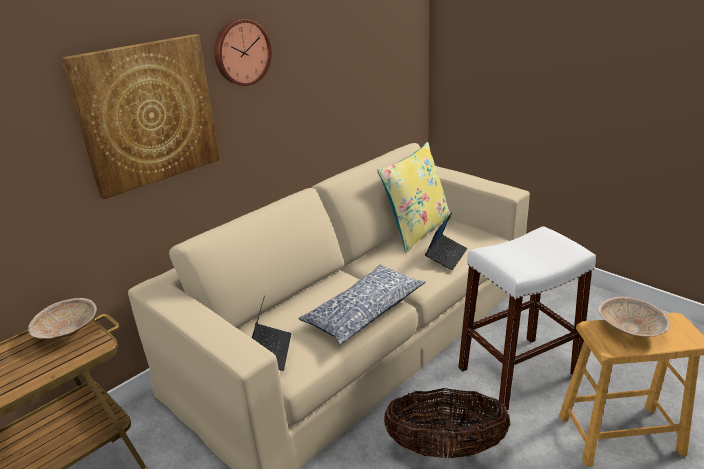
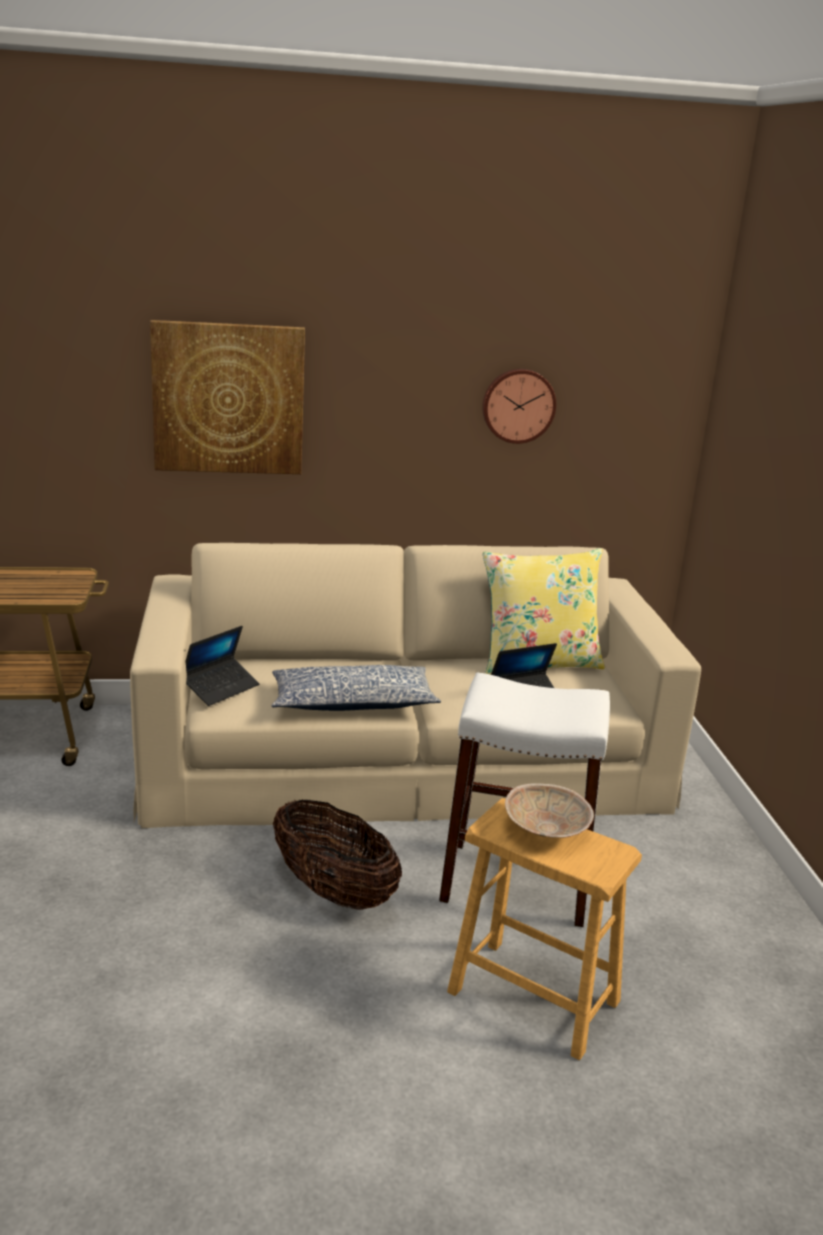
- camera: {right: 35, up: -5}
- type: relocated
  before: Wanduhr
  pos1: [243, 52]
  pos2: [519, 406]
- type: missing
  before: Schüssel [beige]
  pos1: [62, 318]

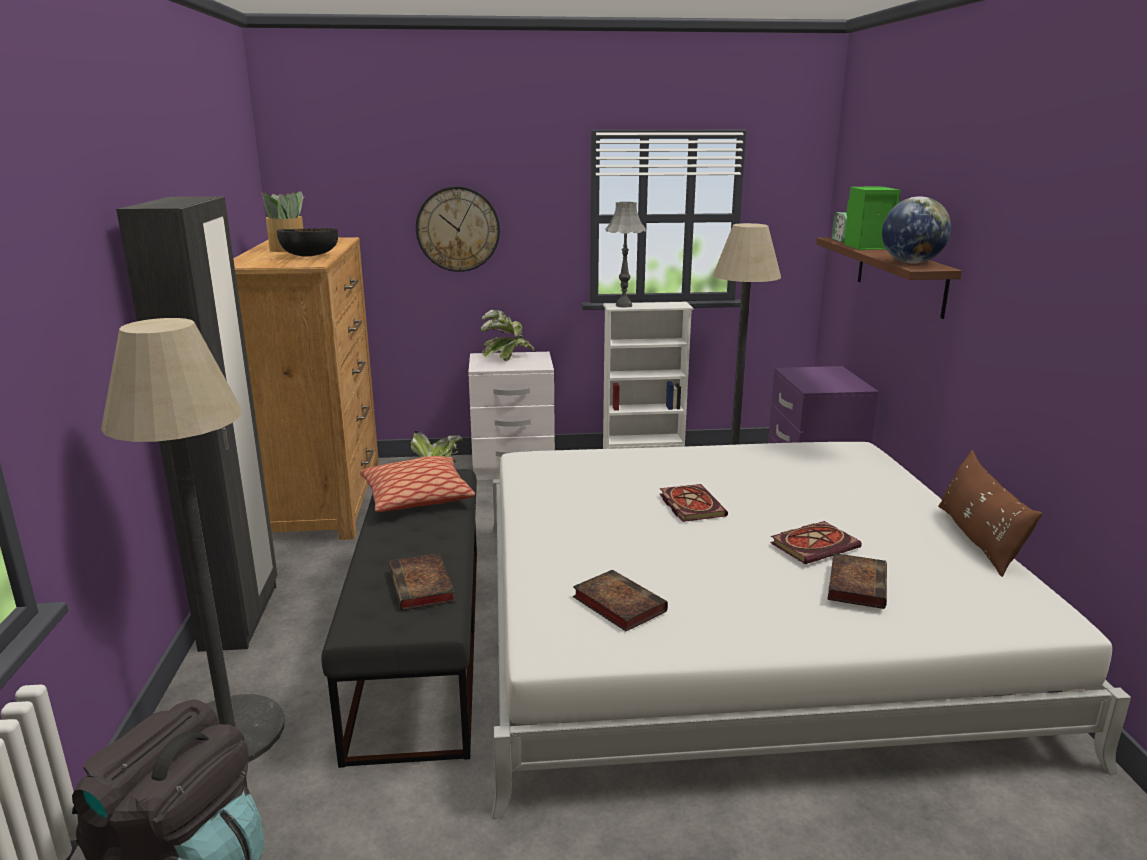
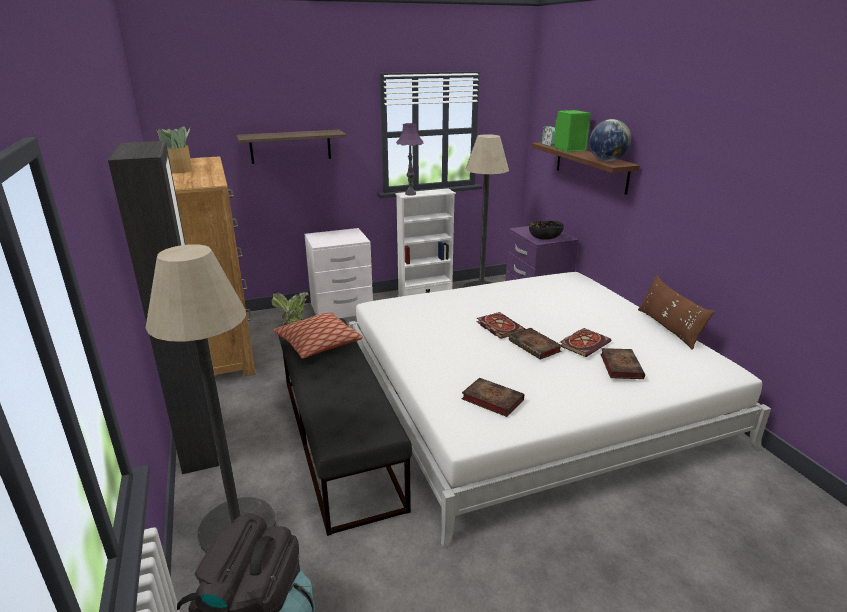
- camera: {right: -15, up: 5}
- type: exchanged
  before: Wanduhr
  after: Wandregal
  pos1: [458, 229]
  pos2: [292, 147]
- type: colour
  before: Tischlampe [grau]
  after: Tischlampe [lila]
  pos1: [626, 255]
  pos2: [409, 159]
- type: relocated
  before: Buch
  pos1: [422, 582]
  pos2: [535, 344]
- type: relocated
  before: Schüssel [schwarz]
  pos1: [307, 242]
  pos2: [546, 230]
- type: missing
  before: Topfpflanze
  pos1: [507, 335]

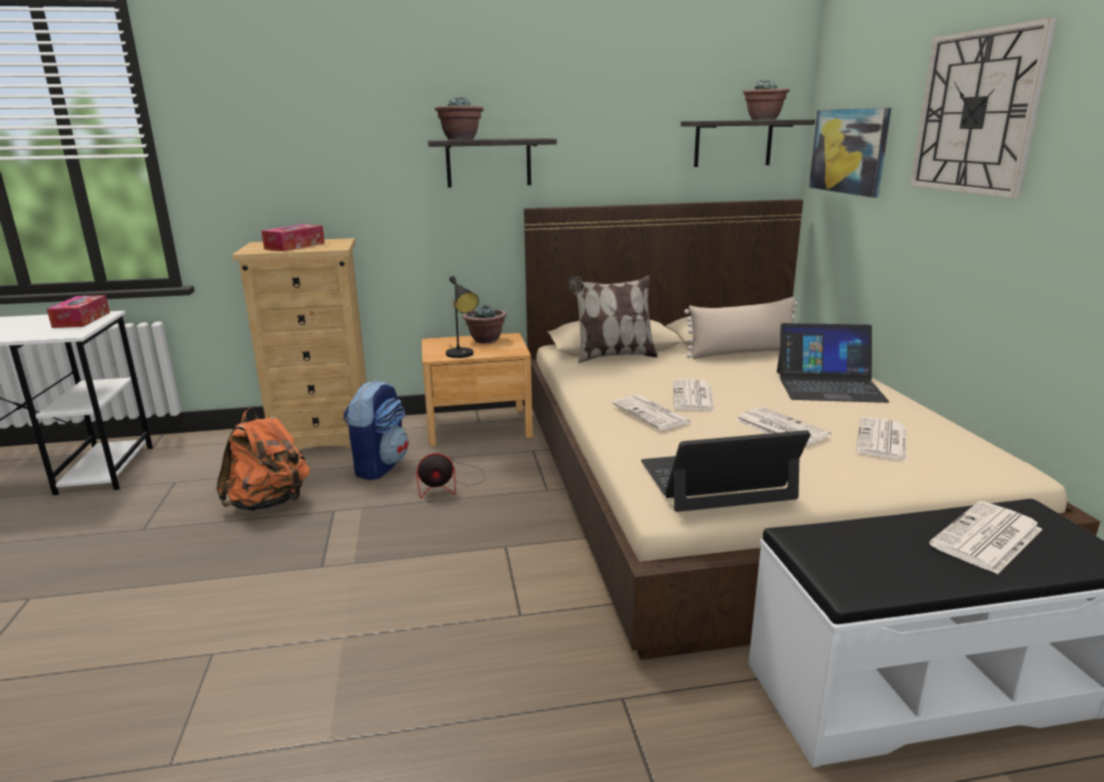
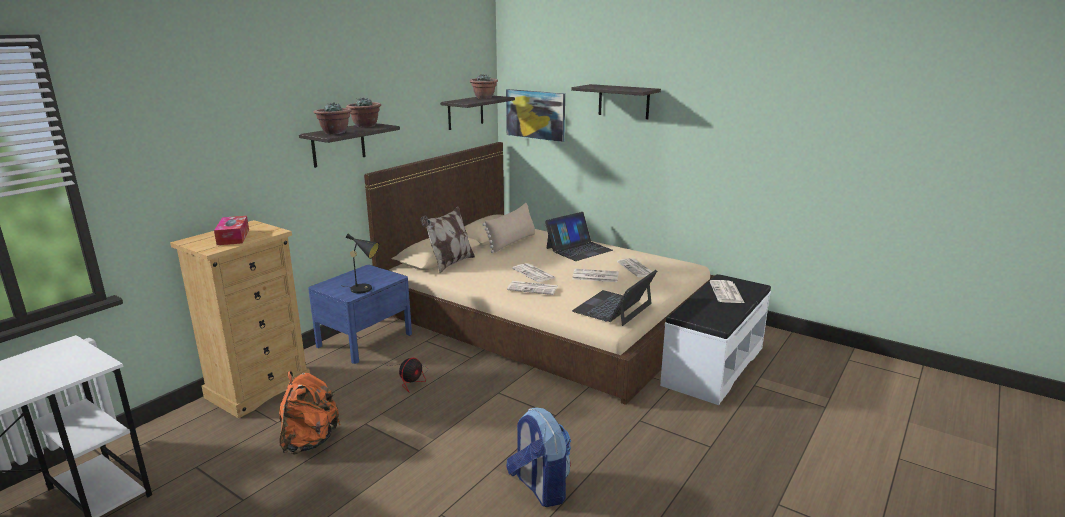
- camera: {right: -45, up: 0}
- type: colour
  before: Nachttisch [braun]
  after: Nachttisch [blau]
  pos1: [477, 389]
  pos2: [360, 314]
- type: relocated
  before: Topfpflanze
  pos1: [485, 324]
  pos2: [363, 112]
- type: relocated
  before: Rucksack
  pos1: [376, 430]
  pos2: [539, 457]
- type: exchanged
  before: Wanduhr
  after: Wandregal
  pos1: [983, 108]
  pos2: [616, 101]
- type: missing
  before: Taschentuchbox
  pos1: [78, 311]

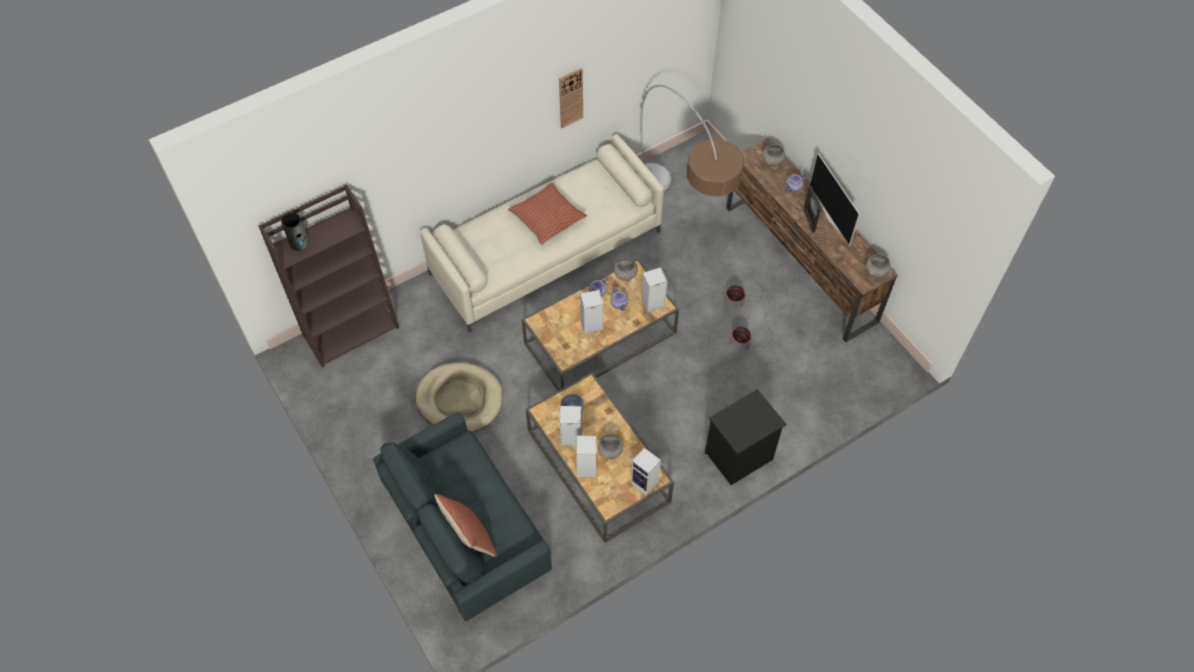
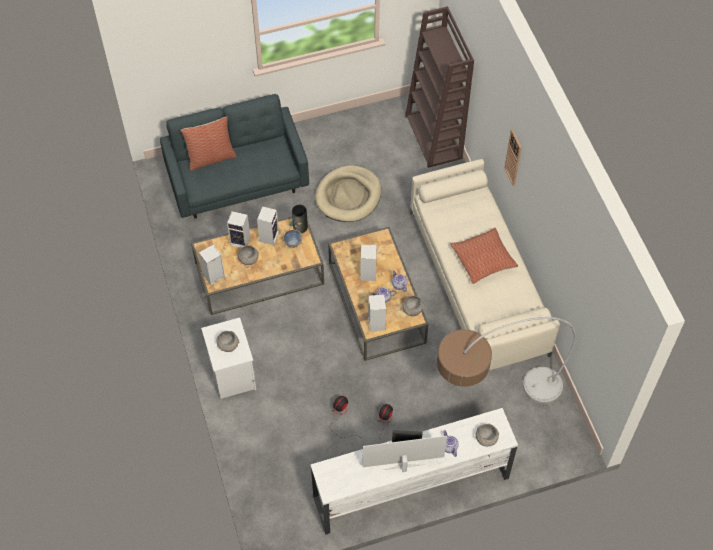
- camera: {right: 105, up: 0}
- type: colour
  before: Nachttisch [schwarz]
  after: Nachttisch [weiß]
  pos1: [745, 437]
  pos2: [228, 358]
- type: relocated
  before: Schüssel [grau]
  pos1: [878, 266]
  pos2: [228, 341]
- type: relocated
  before: Vase
  pos1: [295, 232]
  pos2: [299, 219]
- type: colour
  before: Fernsehschrank [braun]
  after: Fernsehschrank [weiß]
  pos1: [812, 240]
  pos2: [414, 471]
- type: relocated
  before: Wanduhr
  pos1: [571, 98]
  pos2: [513, 158]

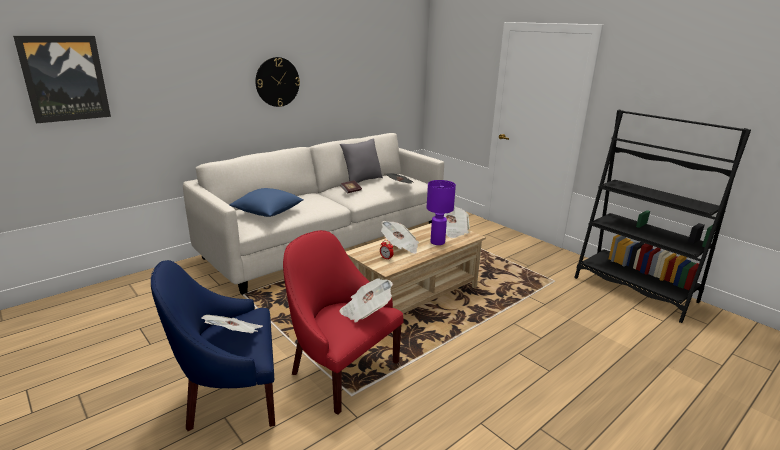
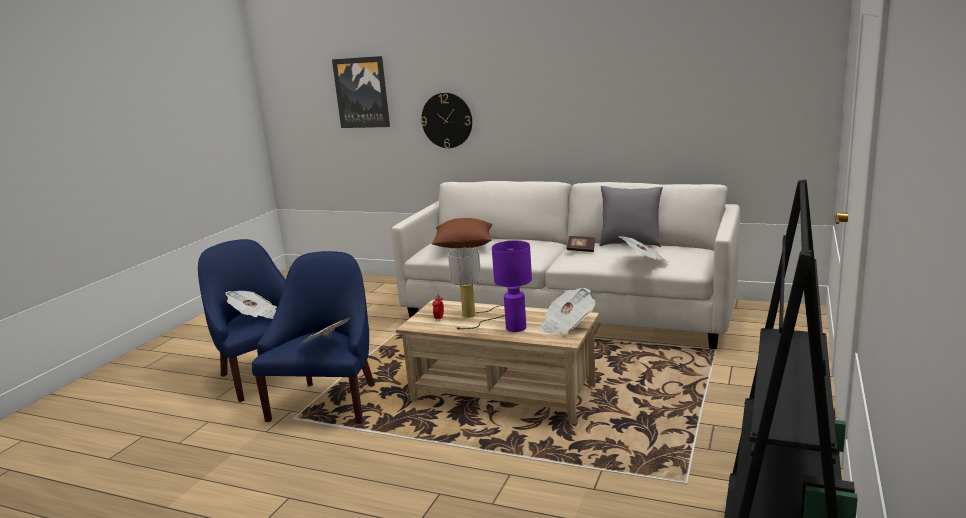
- camera: {right: 65, up: -5}
- type: colour
  before: Sessel [rot]
  after: Sessel [blau]
  pos1: [343, 322]
  pos2: [313, 337]
- type: relocated
  before: Wanduhr
  pos1: [278, 82]
  pos2: [446, 120]
- type: colour
  before: Kissen [blau]
  after: Kissen [braun]
  pos1: [267, 202]
  pos2: [462, 233]
- type: exchanged
  before: Zeitung
  after: Tischlampe
  pos1: [400, 237]
  pos2: [476, 289]

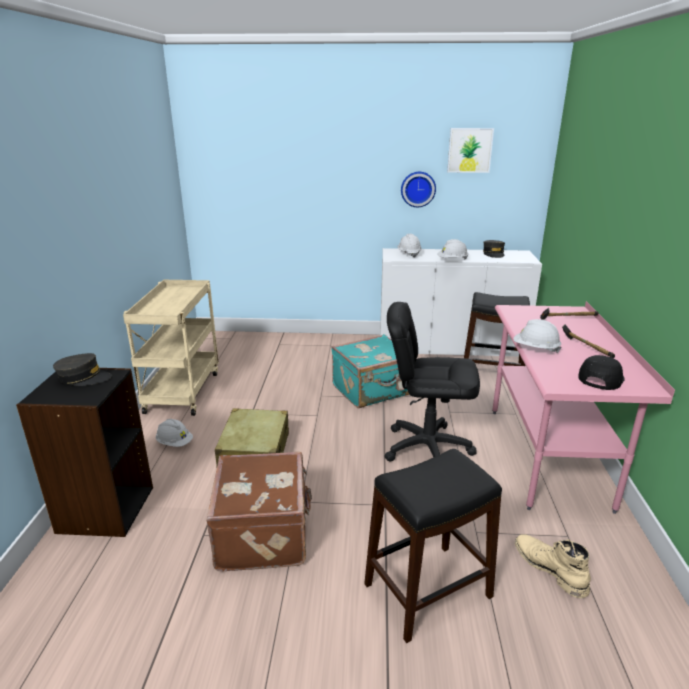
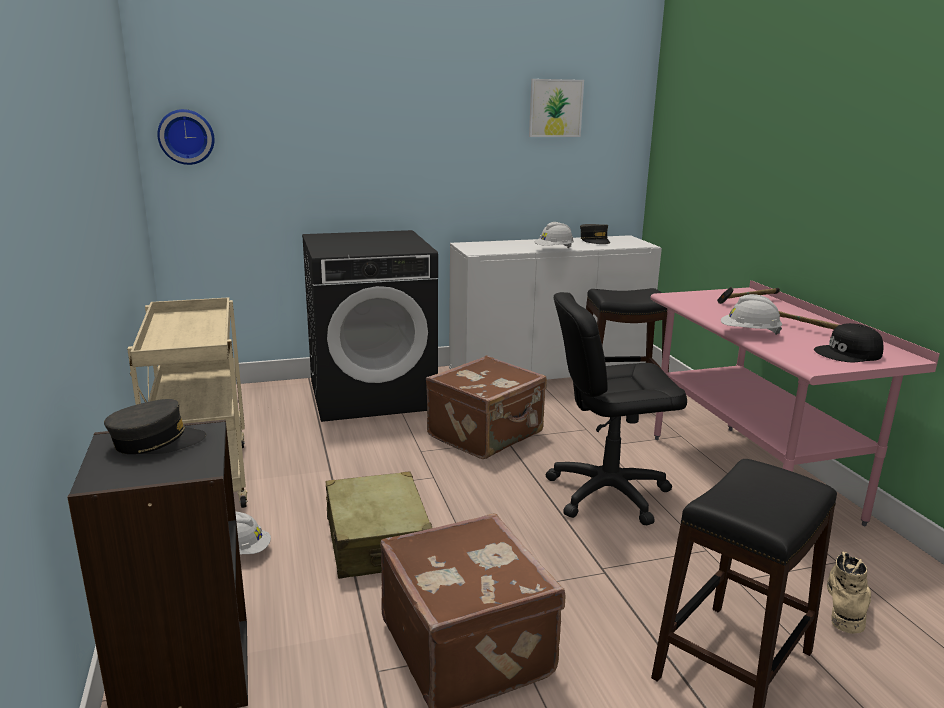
- camera: {right: -20, up: -5}
- type: relocated
  before: Wanduhr
  pos1: [418, 189]
  pos2: [185, 137]
- type: appeared
  after: Waschmaschine [schwarz]
  pos2: [370, 326]
- type: colour
  before: Koffer [türkis]
  after: Koffer [braun]
  pos1: [370, 371]
  pos2: [486, 407]
- type: spun
  before: Kappe [schwarz]
  pos1: [601, 372]
  pos2: [849, 342]
  turn: -120
- type: spun
  before: Stiefel [beige]
  pos1: [553, 566]
  pos2: [849, 593]
  turn: 75
- type: missing
  before: Schutzhelm [weiß]
  pos1: [410, 246]

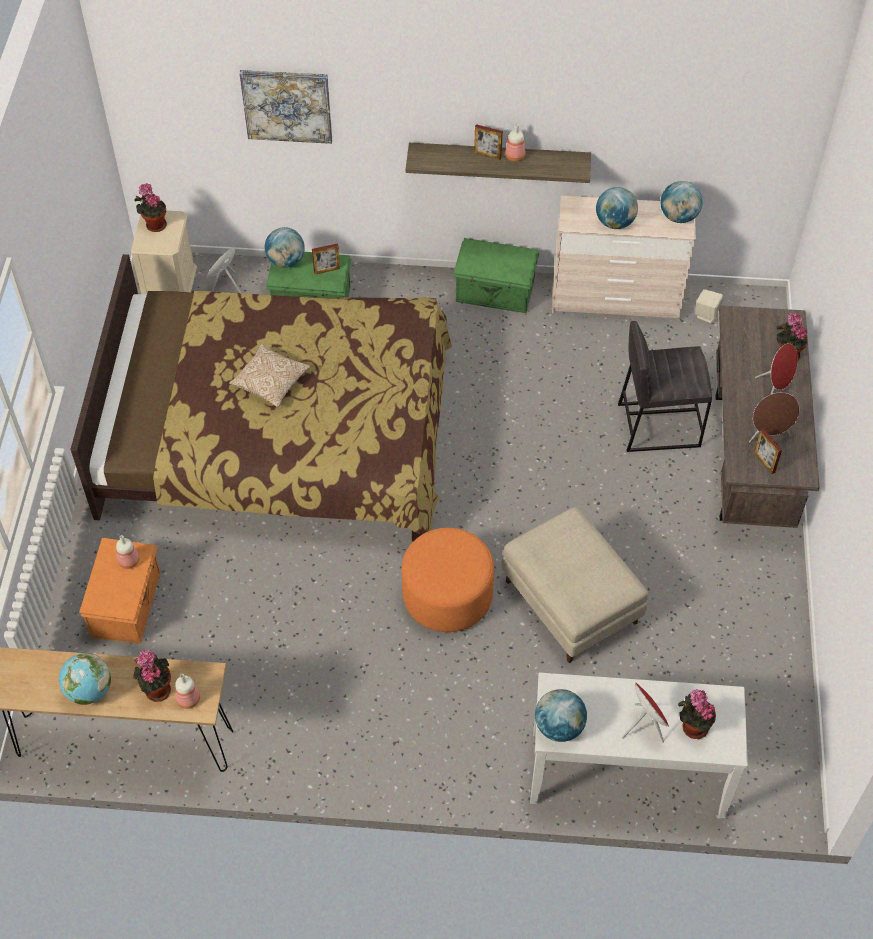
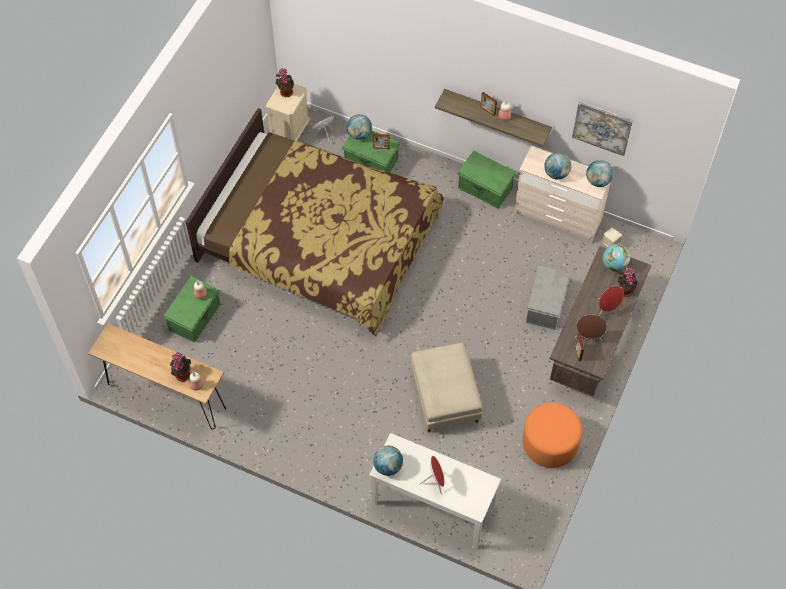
- camera: {right: 20, up: 5}
- type: colour
  before: Aufbewahrungsbox [orange]
  after: Aufbewahrungsbox [grün]
  pos1: [120, 591]
  pos2: [192, 309]
- type: relocated
  before: Polsterhocker [orange]
  pos1: [448, 580]
  pos2: [552, 435]
- type: exchanged
  before: Hocker [grau]
  after: Aufbewahrungsbox [grau]
  pos1: [665, 386]
  pos2: [548, 297]
- type: relocated
  before: Bild
  pos1: [285, 107]
  pos2: [602, 129]
- type: relocated
  before: Globus
  pos1: [85, 679]
  pos2: [616, 257]
- type: missing
  before: Kissen
  pos1: [270, 375]
- type: missing
  before: Topfpflanze
  pos1: [697, 714]

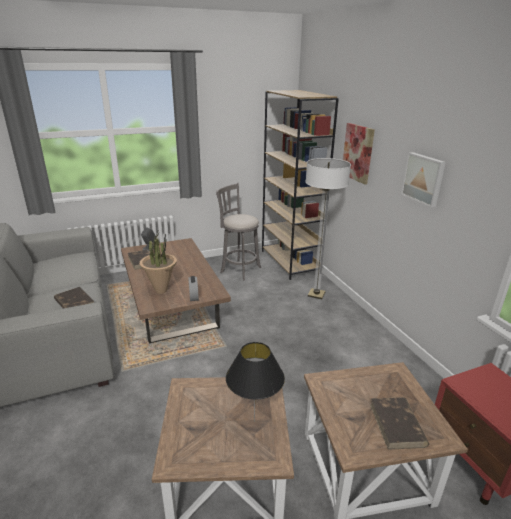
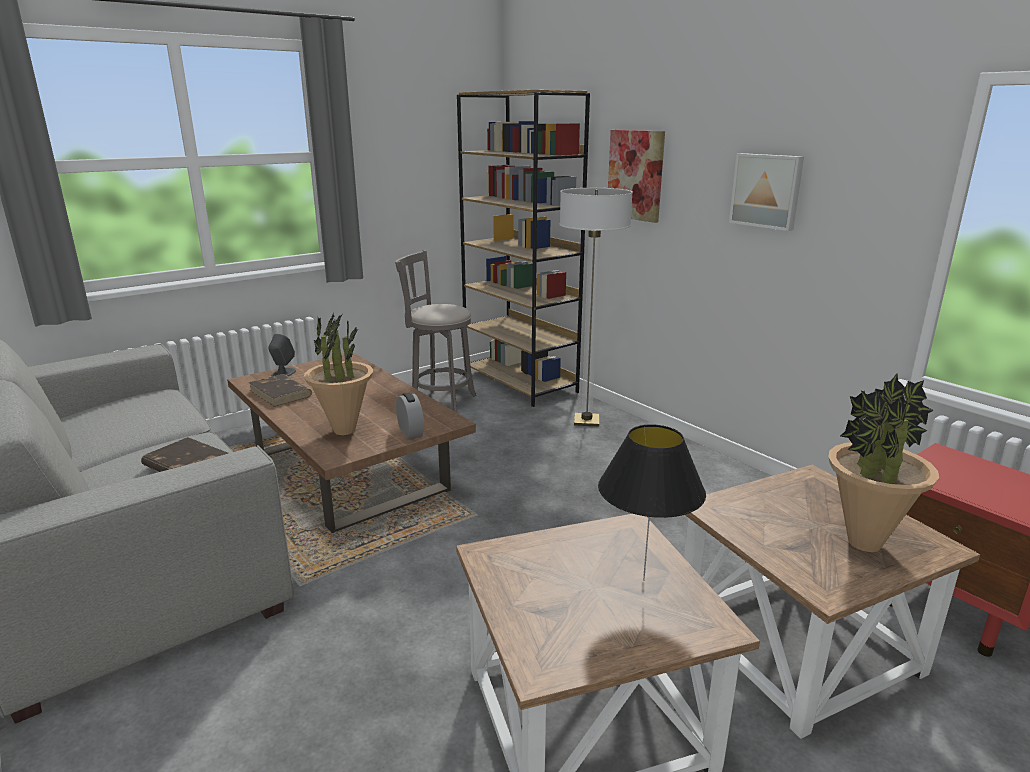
- camera: {right: -15, up: -5}
- type: exchanged
  before: Buch [braun]
  after: Topfpflanze
  pos1: [399, 423]
  pos2: [884, 463]

